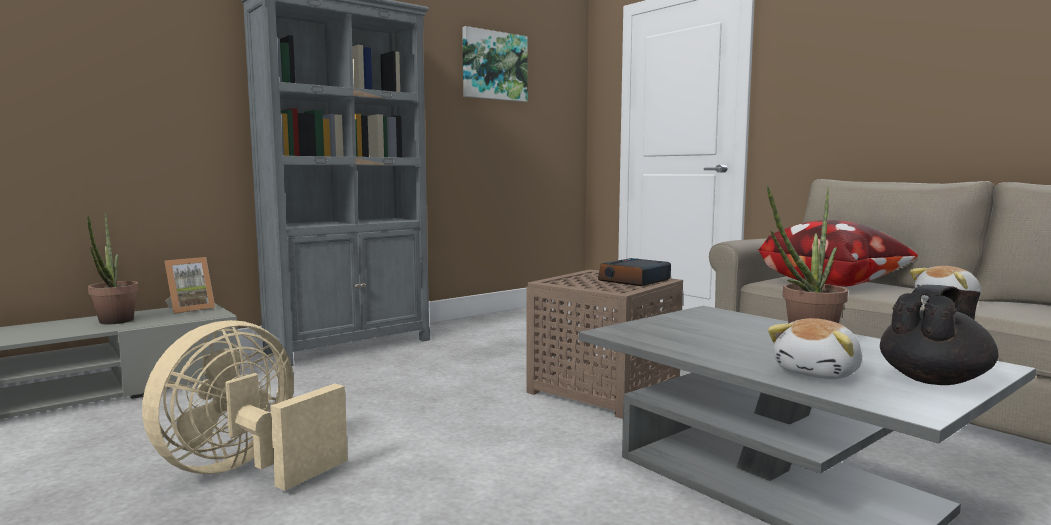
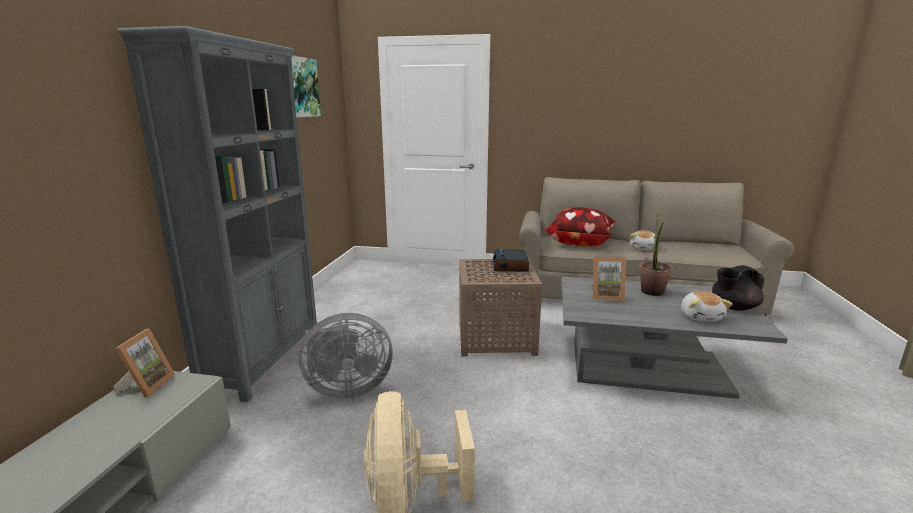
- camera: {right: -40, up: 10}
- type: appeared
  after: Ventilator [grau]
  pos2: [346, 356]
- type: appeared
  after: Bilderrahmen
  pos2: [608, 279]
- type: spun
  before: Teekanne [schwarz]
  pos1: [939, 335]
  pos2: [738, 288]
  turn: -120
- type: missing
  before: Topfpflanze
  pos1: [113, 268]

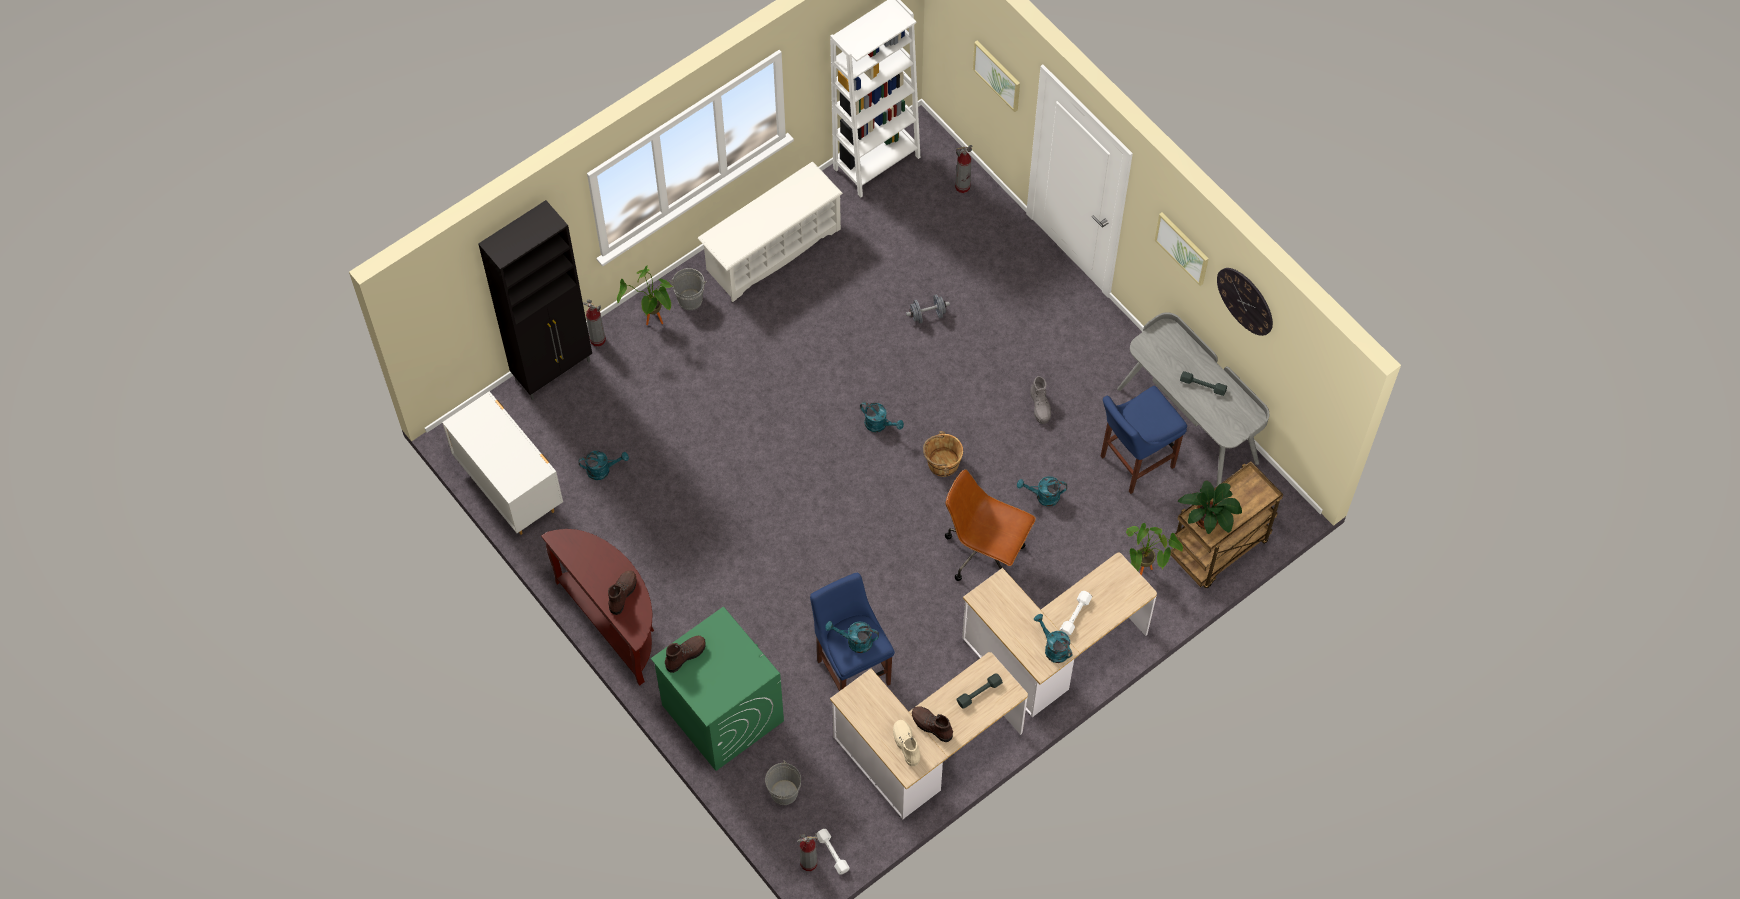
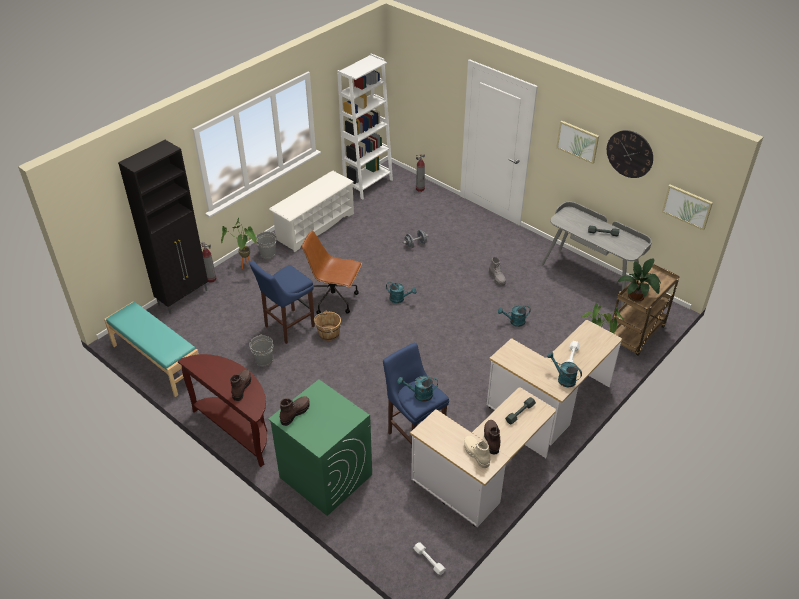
- camera: {right: -10, up: -20}
- type: exchanged
  before: Kommode [weiß]
  after: Bank [türkis]
  pos1: [502, 463]
  pos2: [151, 349]
- type: relocated
  before: Hocker [blau]
  pos1: [1144, 440]
  pos2: [282, 302]
- type: relocated
  before: Eimer [grau]
  pos1: [783, 782]
  pos2: [261, 350]
- type: relocated
  before: Bürostuhl [braun]
  pos1: [990, 525]
  pos2: [332, 272]
- type: relocated
  before: Eimer [braun]
  pos1: [943, 454]
  pos2: [327, 326]
- type: spun
  before: Stiefel [braun]
  pos1: [932, 724]
  pos2: [492, 437]
  turn: 60
- type: relocated
  before: Bild
  pos1: [996, 76]
  pos2: [687, 208]
- type: missing
  before: Gießkanne [türkis]
  pos1: [604, 465]
- type: missing
  before: Feuerlöscher
  pos1: [807, 852]

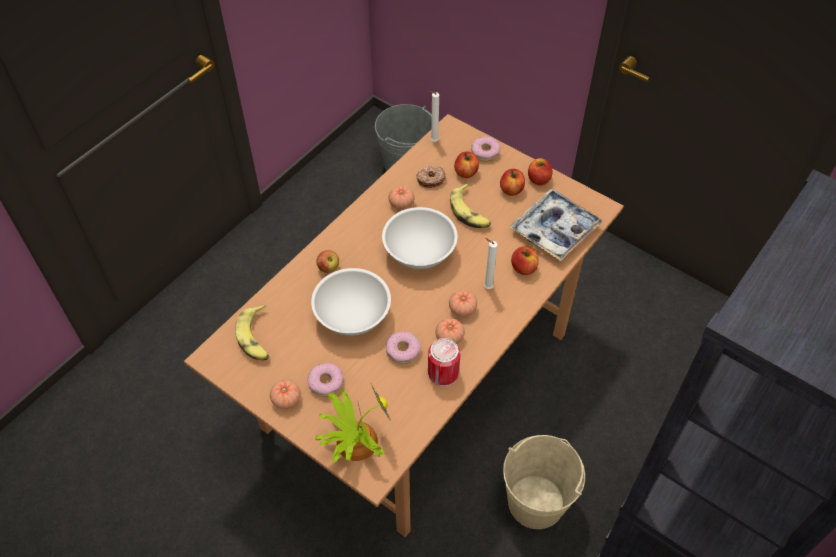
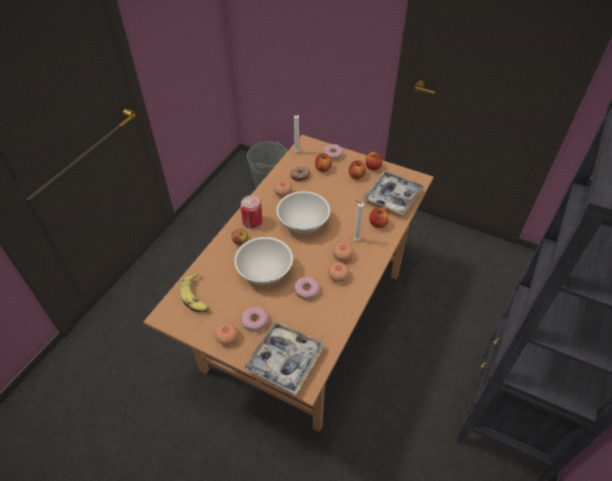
- camera: {right: -10, up: -5}
- type: relocated
  before: Dose
  pos1: [444, 362]
  pos2: [251, 212]
- type: exchanged
  before: Topfpflanze
  after: Tablett
  pos1: [353, 423]
  pos2: [283, 358]
- type: missing
  before: Banane
  pos1: [470, 205]
- type: missing
  before: Eimer [beige]
  pos1: [544, 482]

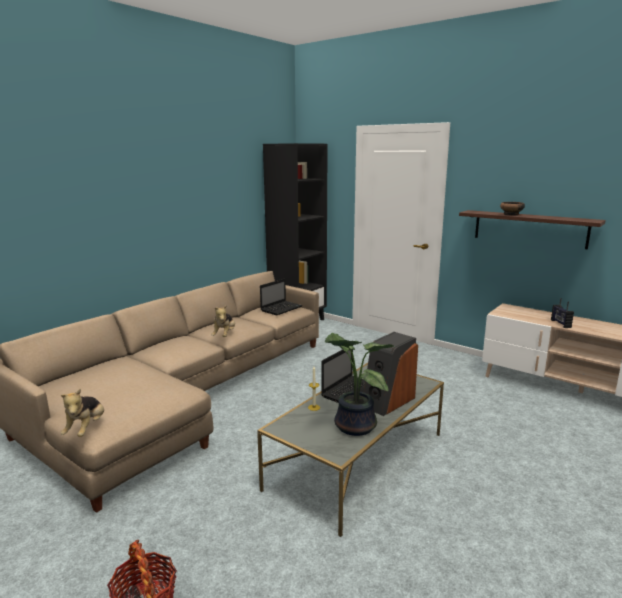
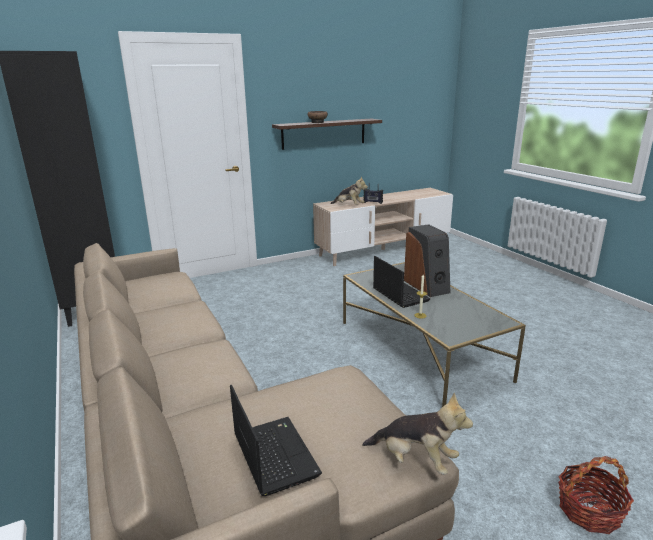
- camera: {right: -65, up: 5}
- type: relocated
  before: Laptop
  pos1: [281, 296]
  pos2: [276, 440]
- type: relocated
  before: Plüschtier
  pos1: [223, 321]
  pos2: [349, 190]
- type: missing
  before: Topfpflanze
  pos1: [359, 384]

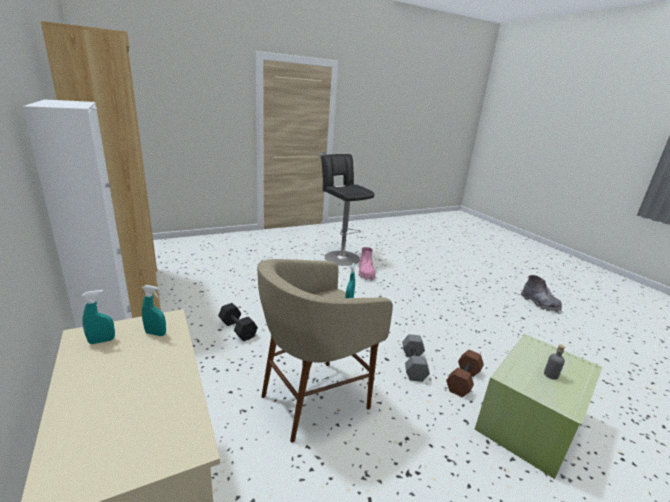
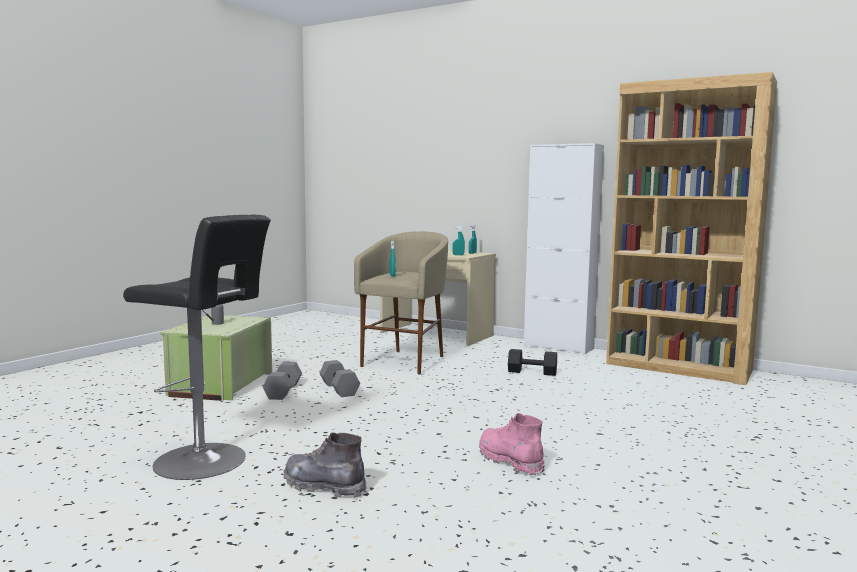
- camera: {right: 150, up: -15}
- type: relocated
  before: Hocker [schwarz]
  pos1: [348, 210]
  pos2: [197, 347]
- type: colour
  before: Hantel [braun]
  after: Hantel [grau]
  pos1: [465, 373]
  pos2: [282, 381]
- type: relocated
  before: Stiefel [grau]
  pos1: [541, 293]
  pos2: [325, 465]

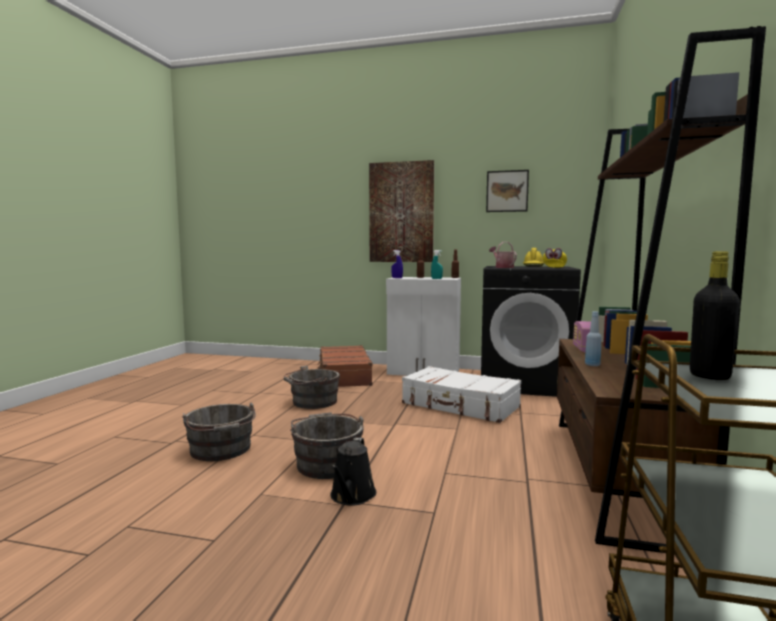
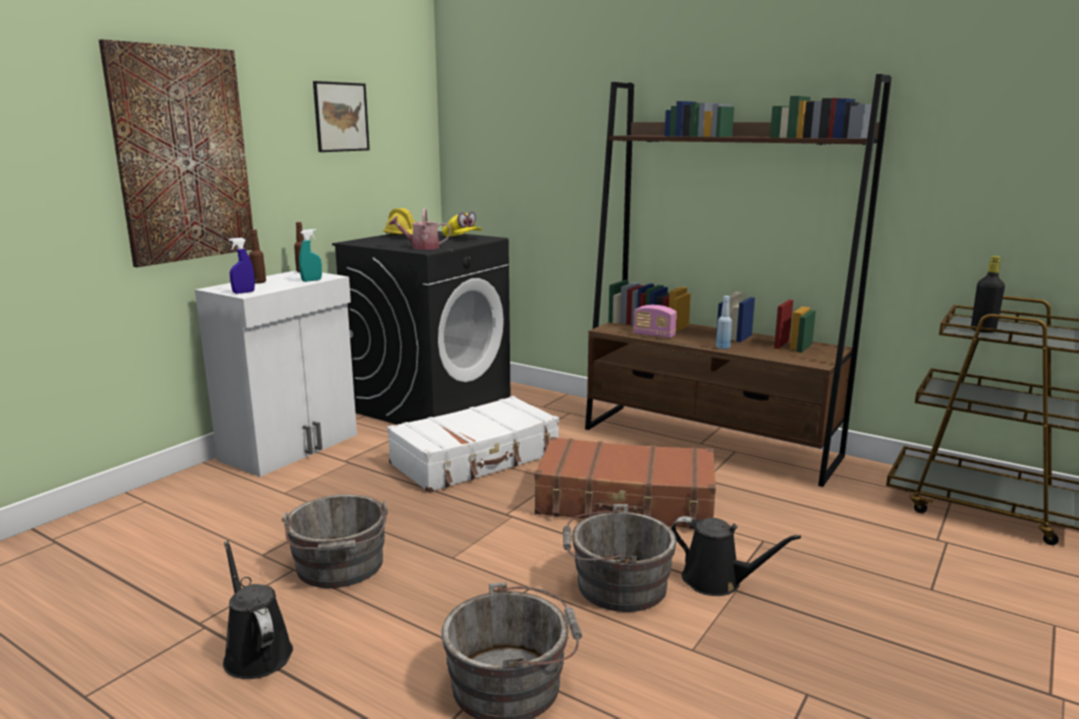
- camera: {right: -70, up: 10}
- type: appeared
  after: Gießkanne [schwarz]
  pos2: [258, 610]
- type: relocated
  before: Koffer [braun]
  pos1: [345, 366]
  pos2: [625, 483]

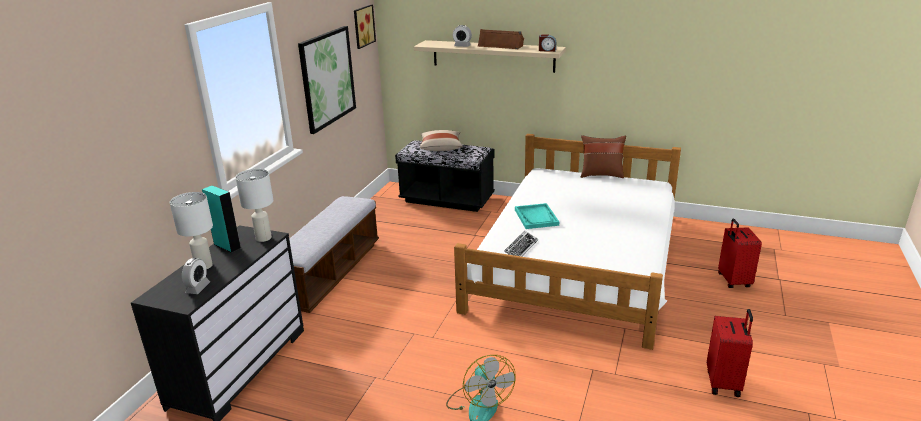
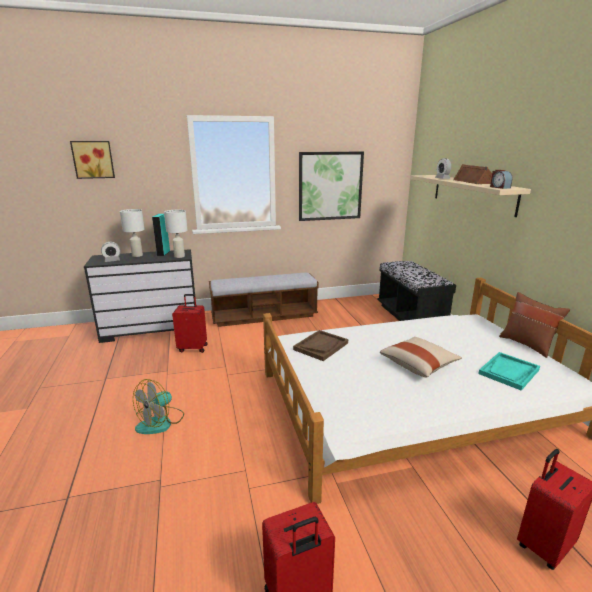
- camera: {right: 55, up: -5}
- type: relocated
  before: Bild
  pos1: [365, 26]
  pos2: [92, 160]
- type: appeared
  after: Koffer [rot]
  pos2: [190, 323]
- type: exchanged
  before: Tastatur
  after: Tablett [braun]
  pos1: [521, 244]
  pos2: [320, 345]
- type: relocated
  before: Kissen [beige]
  pos1: [441, 140]
  pos2: [421, 357]
- type: relocated
  before: Tablett [türkis]
  pos1: [537, 216]
  pos2: [509, 371]

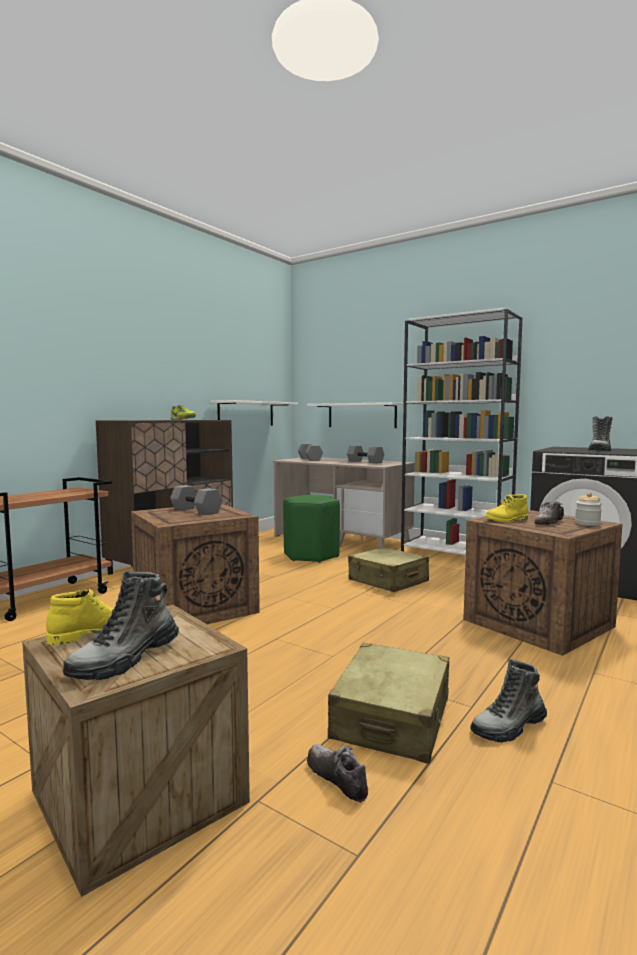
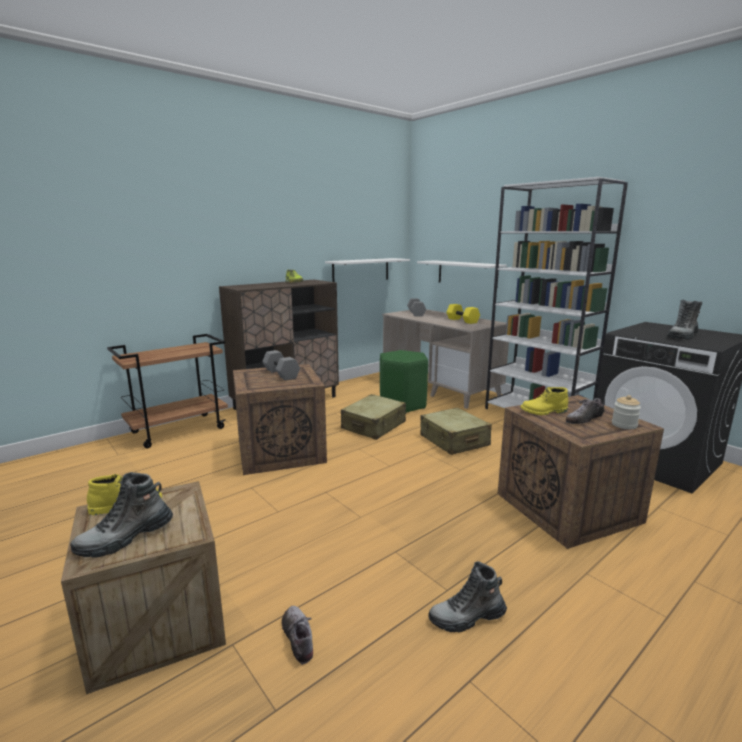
- camera: {right: 15, up: 10}
- type: relocated
  before: Koffer [beige]
  pos1: [388, 703]
  pos2: [373, 417]
- type: colour
  before: Hantel [grau]
  after: Hantel [gelb]
  pos1: [365, 454]
  pos2: [463, 314]

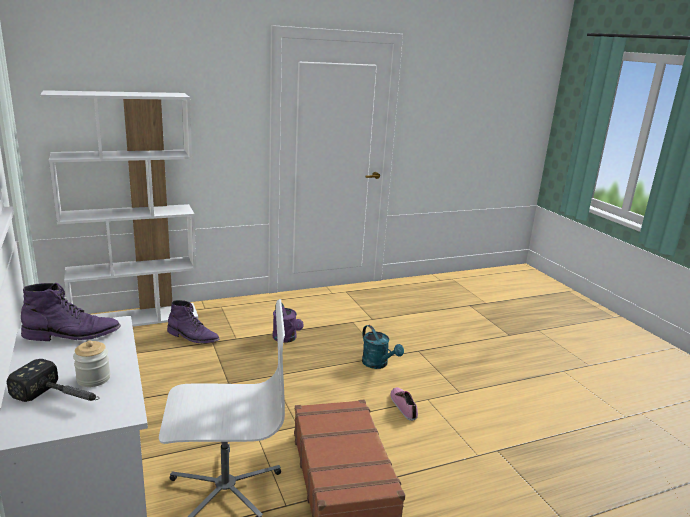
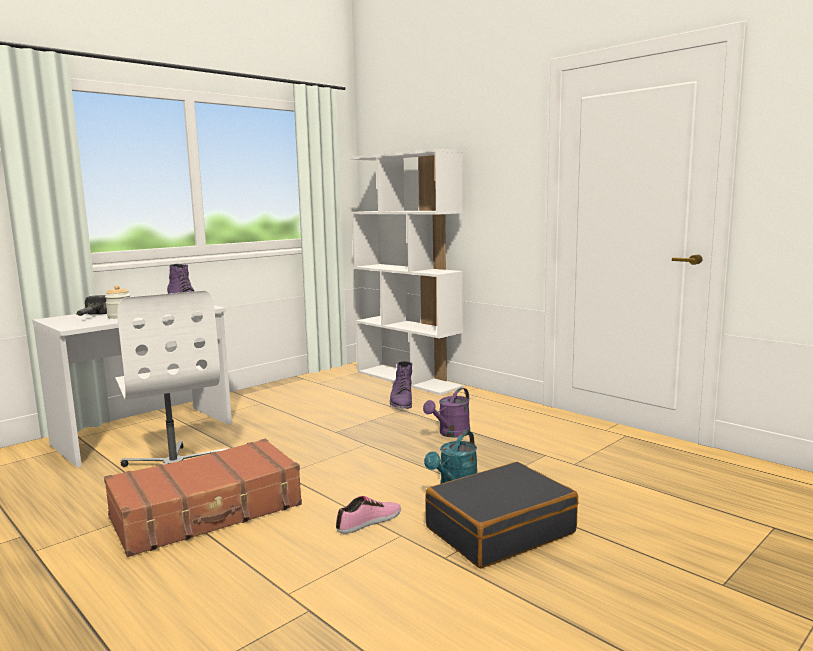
- camera: {right: 70, up: -10}
- type: appeared
  after: Koffer [schwarz]
  pos2: [501, 515]

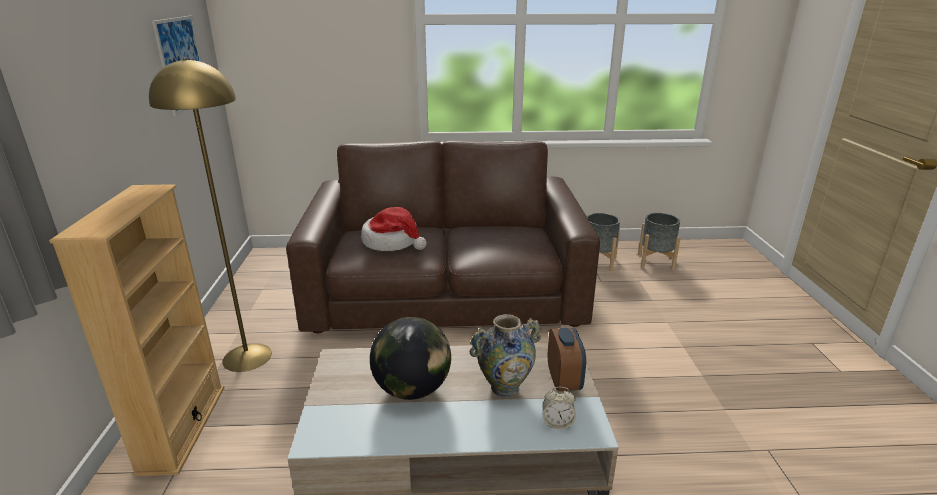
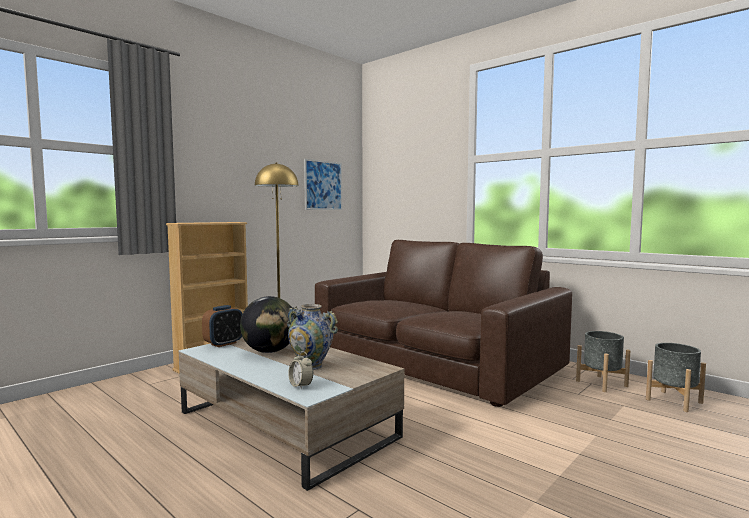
- camera: {right: 45, up: -20}
- type: relocated
  before: Wecker
  pos1: [567, 359]
  pos2: [222, 326]
- type: missing
  before: Hut
  pos1: [394, 229]

